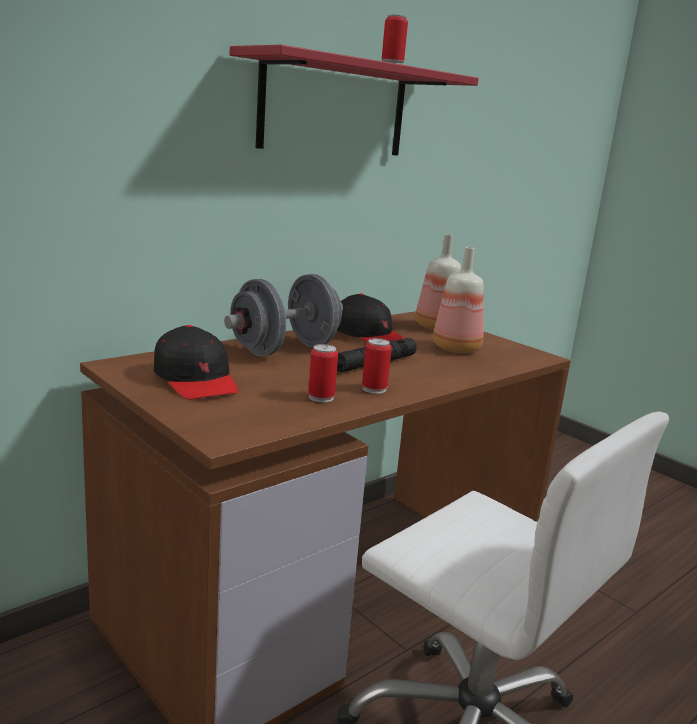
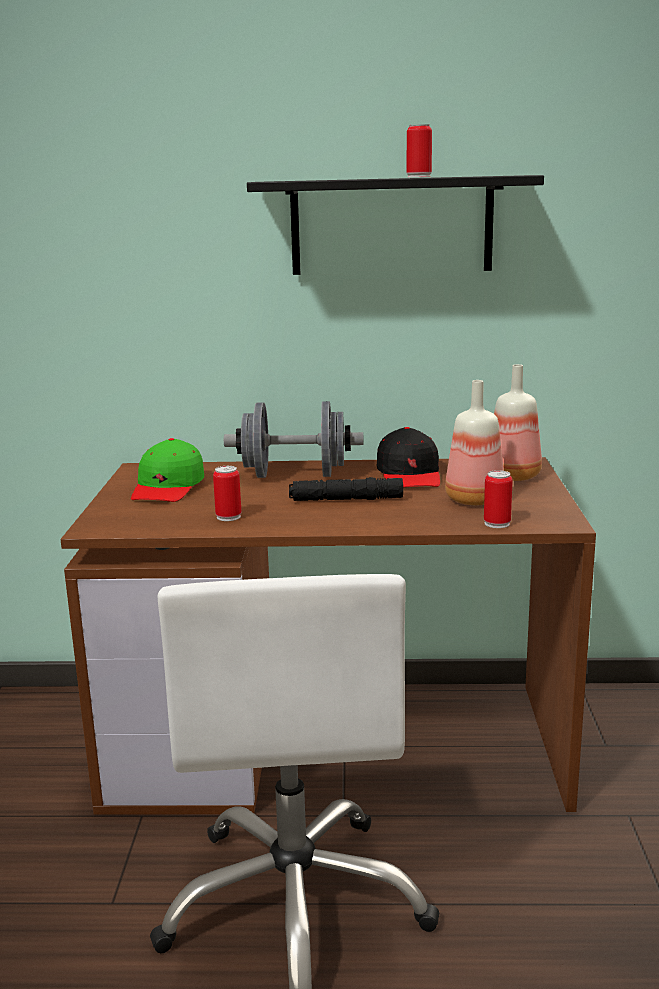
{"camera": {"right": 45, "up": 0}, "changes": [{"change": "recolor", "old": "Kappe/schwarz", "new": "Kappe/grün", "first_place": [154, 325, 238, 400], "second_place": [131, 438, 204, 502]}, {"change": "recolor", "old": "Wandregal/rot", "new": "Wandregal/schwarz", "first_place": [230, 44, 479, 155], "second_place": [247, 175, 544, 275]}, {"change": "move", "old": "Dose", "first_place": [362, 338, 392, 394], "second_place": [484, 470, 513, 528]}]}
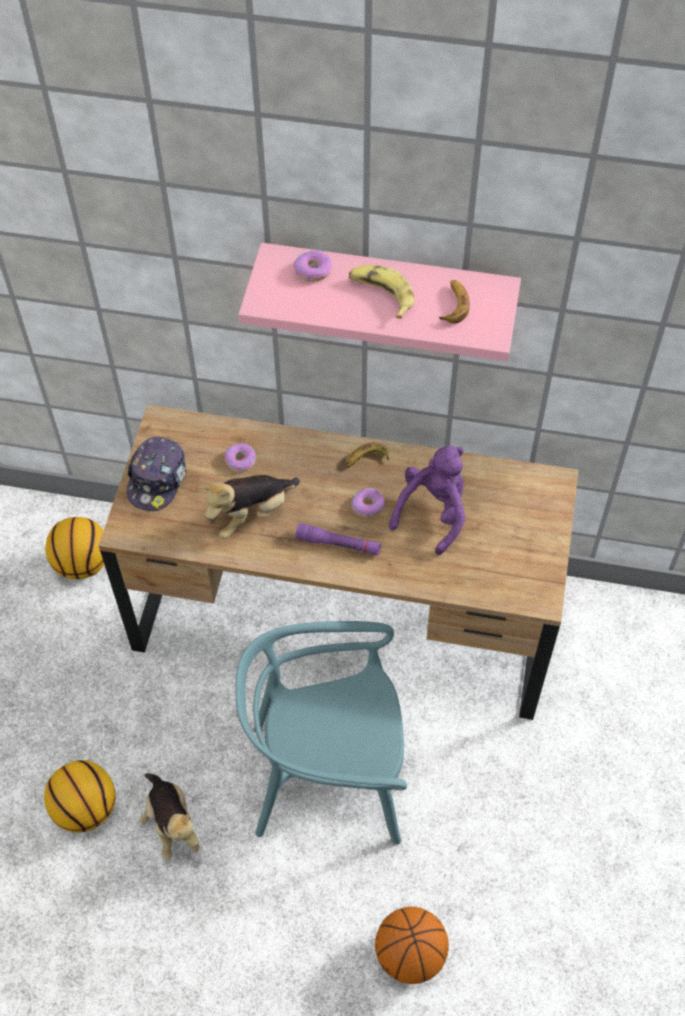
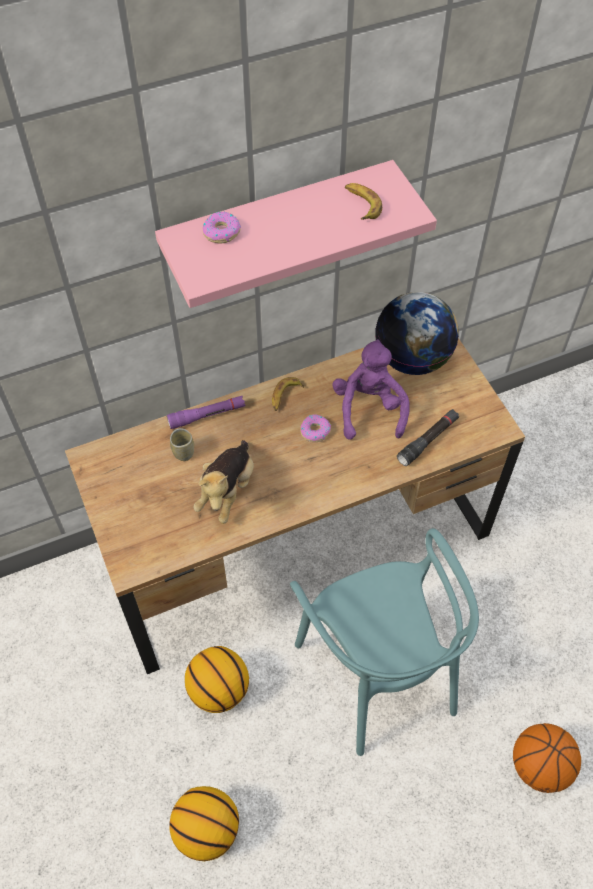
{"camera": {"right": -35, "up": 0}, "changes": [{"change": "move", "old": "Taschenlampe/lila", "first_place": [295, 523, 381, 555], "second_place": [167, 396, 245, 429]}, {"change": "replace", "old": "Donut", "new": "Tasse", "first_place": [224, 443, 256, 472], "second_place": [170, 428, 194, 461]}, {"change": "move", "old": "Basketball", "first_place": [45, 517, 104, 579], "second_place": [185, 646, 249, 713]}, {"change": "rotate", "old": "Stuhl/türkis", "first_place": [235, 621, 407, 844], "second_place": [290, 528, 479, 756], "degrees": -75}, {"change": "insert", "new": "Globus", "second_place": [375, 292, 459, 375]}, {"change": "insert", "new": "Taschenlampe/schwarz", "second_place": [397, 409, 459, 466]}, {"change": "delete", "old": "Kappe", "first_place": [127, 437, 187, 511]}, {"change": "delete", "old": "Plüschtier", "first_place": [140, 773, 200, 860]}, {"change": "delete", "old": "Banane", "first_place": [349, 265, 414, 319]}]}
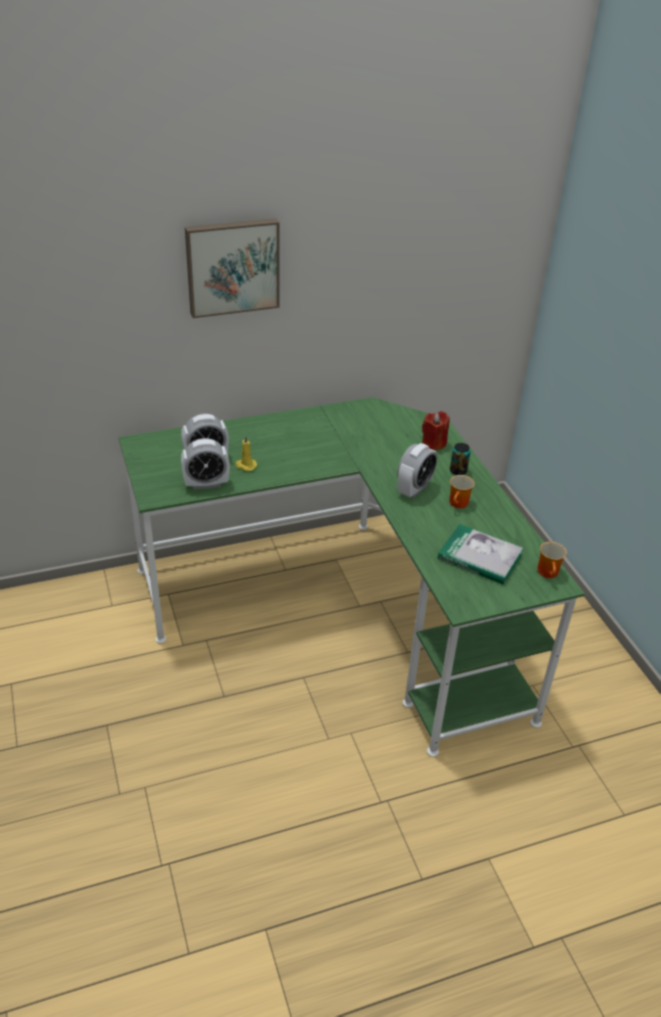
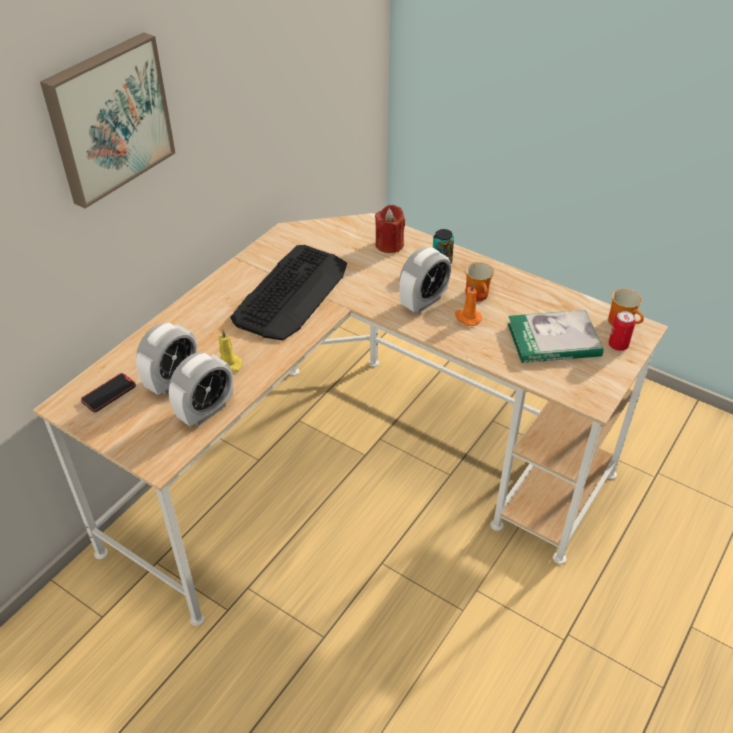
{"camera": {"right": -35, "up": 5}, "changes": [{"change": "recolor", "old": "Schreibtisch/grün", "new": "Schreibtisch/beige", "first_place": [118, 397, 585, 757], "second_place": [33, 213, 668, 626]}, {"change": "insert", "new": "Handy", "second_place": [81, 373, 136, 412]}, {"change": "insert", "new": "Tastatur", "second_place": [230, 245, 347, 340]}, {"change": "rotate", "old": "Wecker", "first_place": [397, 443, 437, 498], "second_place": [399, 247, 451, 313], "degrees": 45}, {"change": "insert", "new": "Kerze/orange", "second_place": [455, 282, 482, 326]}, {"change": "insert", "new": "Dose", "second_place": [608, 311, 636, 351]}]}
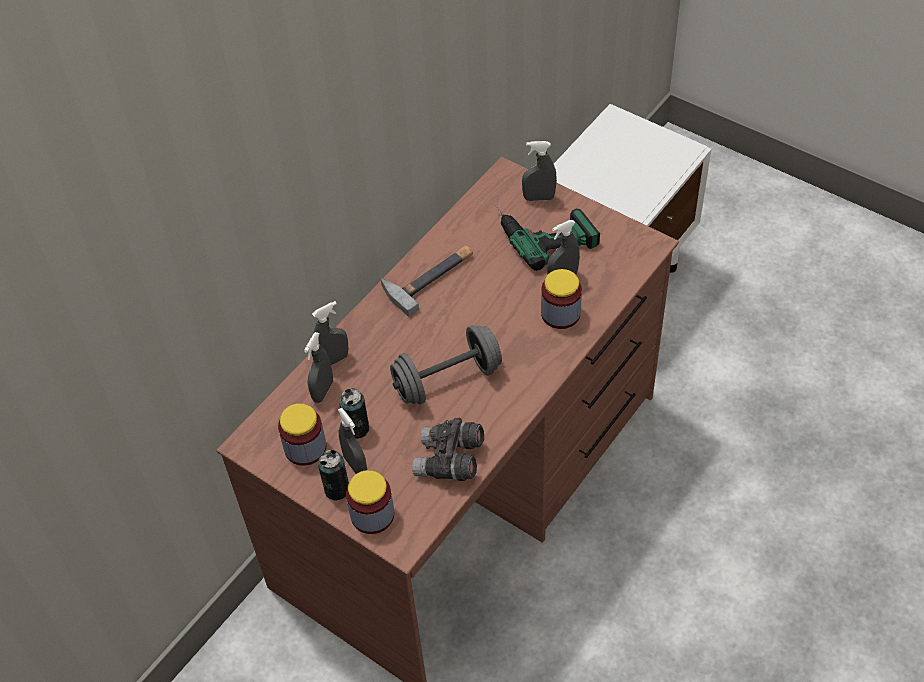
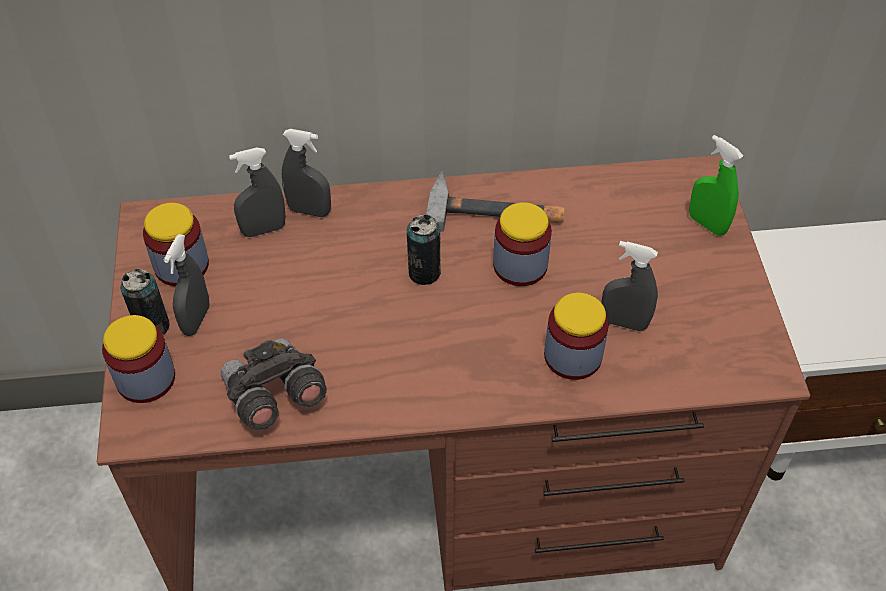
{"camera": {"right": 45, "up": 0}, "changes": [{"change": "move", "old": "Dose", "first_place": [339, 388, 369, 439], "second_place": [407, 215, 441, 285]}, {"change": "insert", "new": "Vorratsglas", "second_place": [493, 202, 552, 286]}, {"change": "recolor", "old": "Sprühflasche/grau", "new": "Sprühflasche/grün", "first_place": [522, 141, 557, 201], "second_place": [689, 135, 743, 236]}, {"change": "delete", "old": "Hantel/grau", "first_place": [390, 325, 502, 404]}, {"change": "delete", "old": "Bohrmaschine", "first_place": [495, 205, 600, 271]}]}
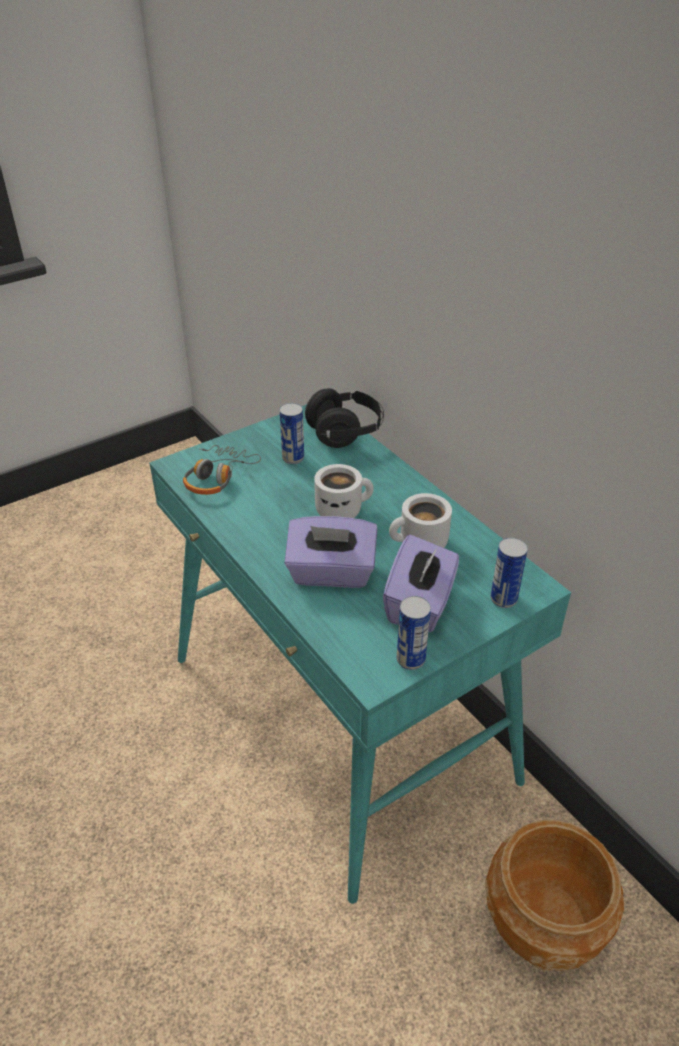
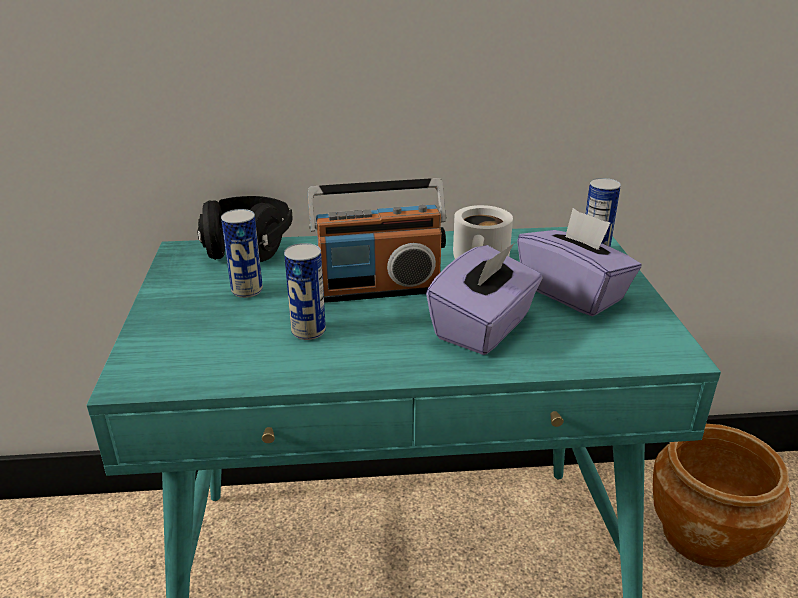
{"camera": {"right": -60, "up": -10}, "changes": [{"change": "move", "old": "Dose", "first_place": [396, 596, 431, 670], "second_place": [284, 243, 326, 340]}, {"change": "replace", "old": "Henkelbecher/weiß", "new": "Radio", "first_place": [314, 464, 374, 518], "second_place": [308, 178, 446, 303]}, {"change": "delete", "old": "Kopfhörer", "first_place": [183, 445, 261, 495]}]}
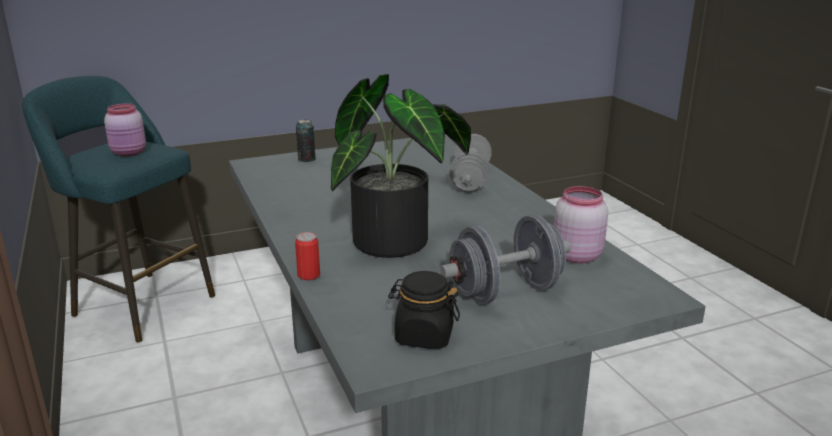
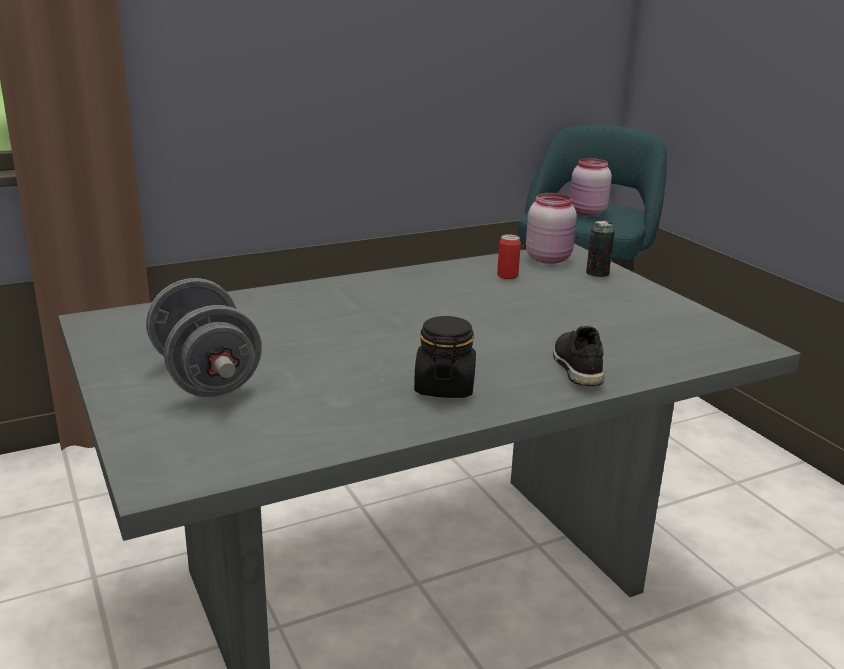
{"camera": {"right": 85, "up": 0}, "changes": [{"change": "move", "old": "Vorratsglas/schwarz", "first_place": [388, 271, 460, 349], "second_place": [414, 316, 476, 398]}, {"change": "move", "old": "Dose", "first_place": [295, 232, 320, 280], "second_place": [497, 234, 521, 279]}, {"change": "move", "old": "Vorratsglas/rosa", "first_place": [553, 186, 608, 263], "second_place": [526, 193, 577, 264]}, {"change": "replace", "old": "Hantel/grau", "new": "Schuh/schwarz", "first_place": [449, 134, 492, 191], "second_place": [553, 326, 605, 386]}, {"change": "delete", "old": "Topfpflanze", "first_place": [331, 74, 471, 258]}]}
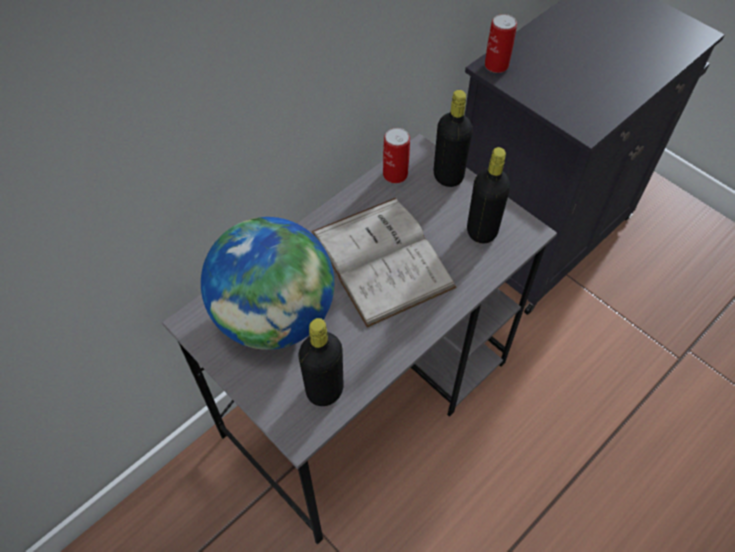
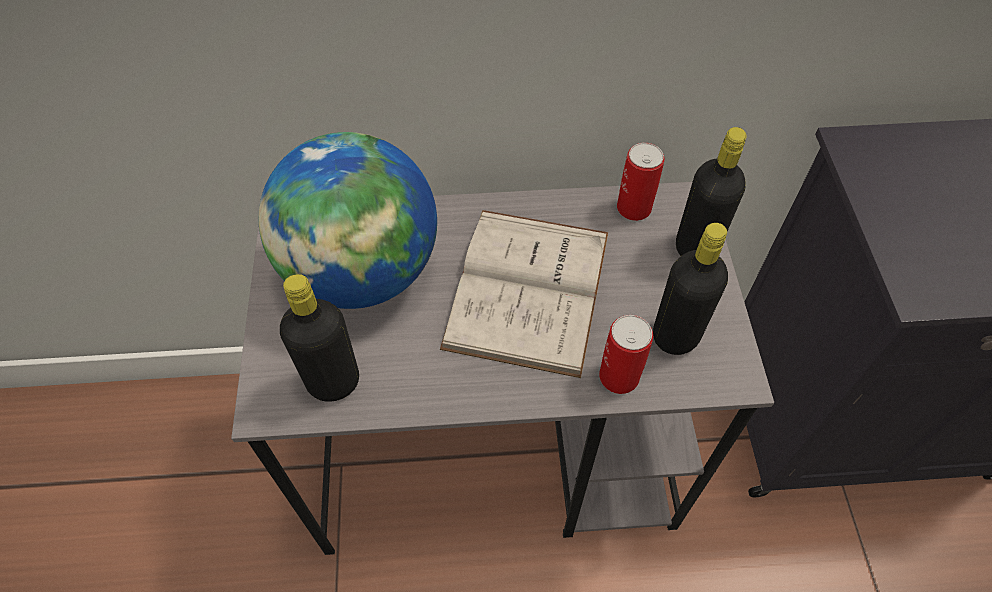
{"camera": {"right": 40, "up": 0}, "changes": [{"change": "move", "old": "Dose", "first_place": [485, 14, 517, 73], "second_place": [599, 315, 653, 394]}]}
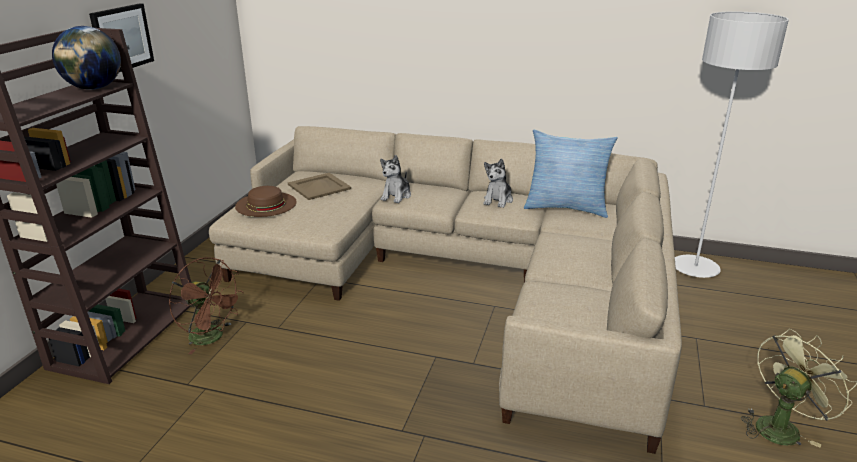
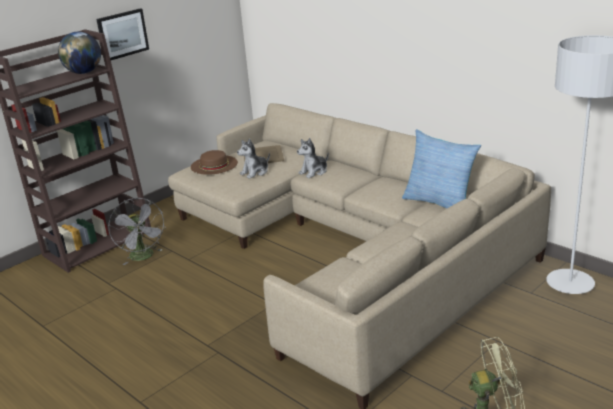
{"camera": {"right": 30, "up": 0}, "changes": [{"change": "recolor", "old": "Ventilator/braun", "new": "Ventilator/grau", "first_place": [169, 257, 244, 355], "second_place": [108, 198, 166, 265]}, {"change": "move", "old": "Plüschtier", "first_place": [483, 159, 513, 208], "second_place": [237, 139, 270, 179]}]}
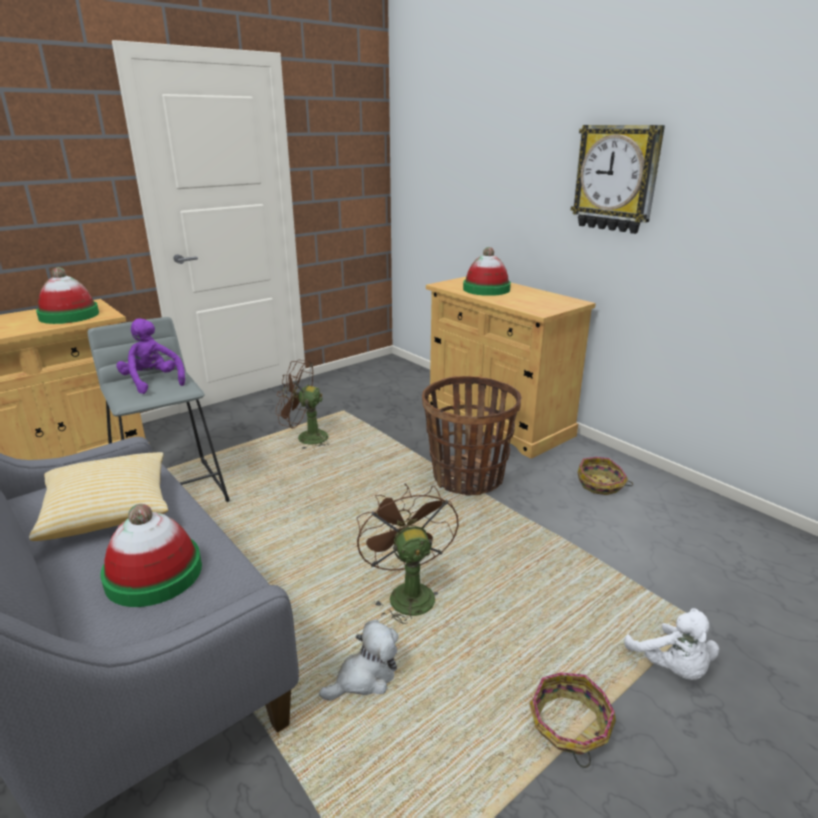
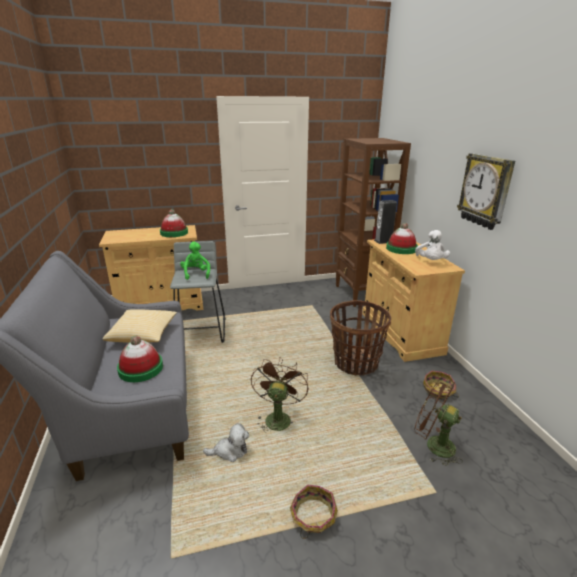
{"camera": {"right": 25, "up": 0}, "changes": [{"change": "recolor", "old": "Plüschtier/lila", "new": "Plüschtier/grün", "first_place": [116, 318, 185, 394], "second_place": [180, 242, 210, 280]}, {"change": "insert", "new": "Bücherregal/braun", "second_place": [336, 138, 411, 307]}, {"change": "insert", "new": "Lautsprecher", "second_place": [374, 200, 397, 244]}, {"change": "move", "old": "Ventilator/braun", "first_place": [276, 360, 330, 450], "second_place": [414, 377, 463, 466]}, {"change": "move", "old": "Plüschtier/weiß", "first_place": [624, 608, 719, 680], "second_place": [415, 230, 450, 260]}]}
